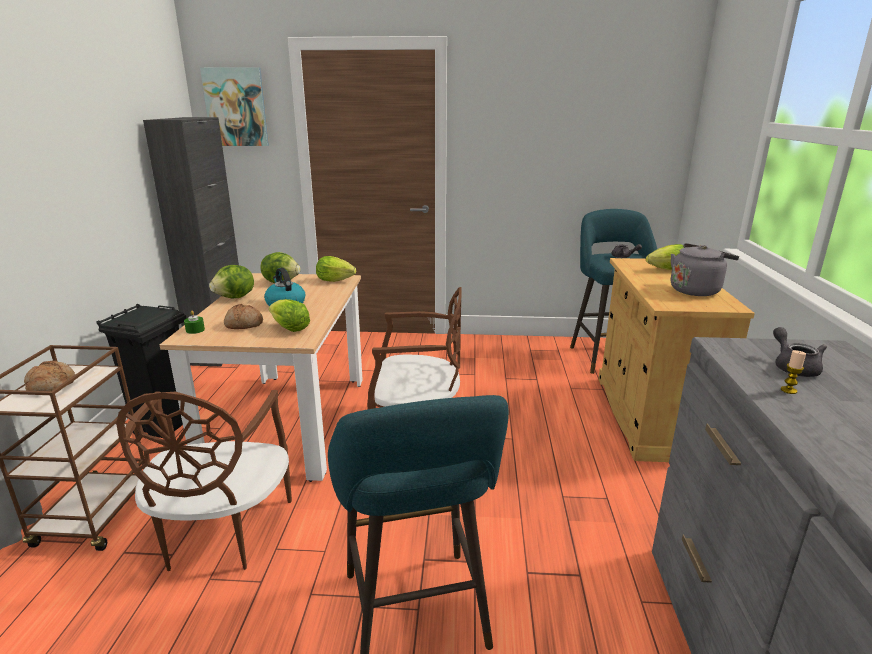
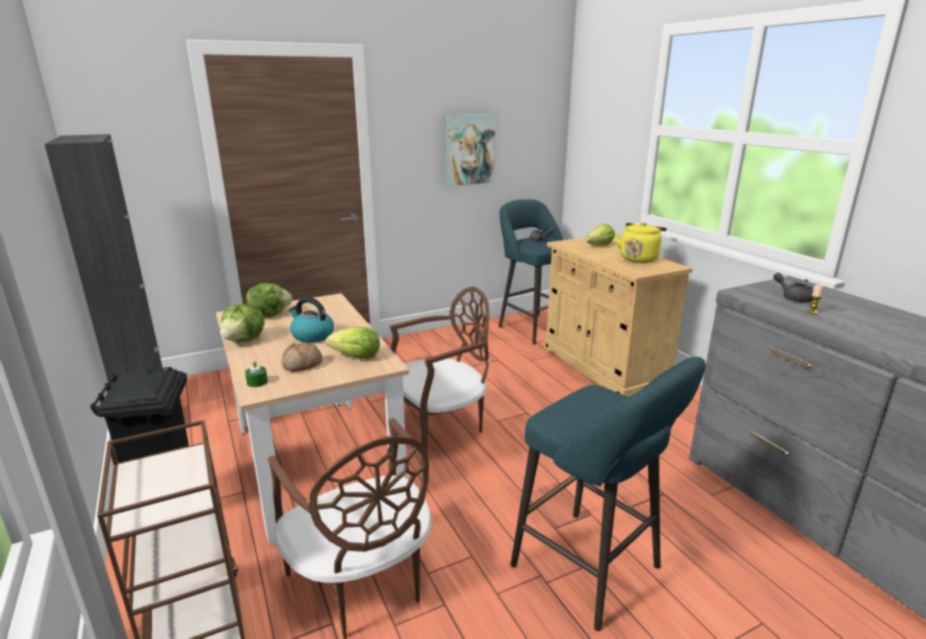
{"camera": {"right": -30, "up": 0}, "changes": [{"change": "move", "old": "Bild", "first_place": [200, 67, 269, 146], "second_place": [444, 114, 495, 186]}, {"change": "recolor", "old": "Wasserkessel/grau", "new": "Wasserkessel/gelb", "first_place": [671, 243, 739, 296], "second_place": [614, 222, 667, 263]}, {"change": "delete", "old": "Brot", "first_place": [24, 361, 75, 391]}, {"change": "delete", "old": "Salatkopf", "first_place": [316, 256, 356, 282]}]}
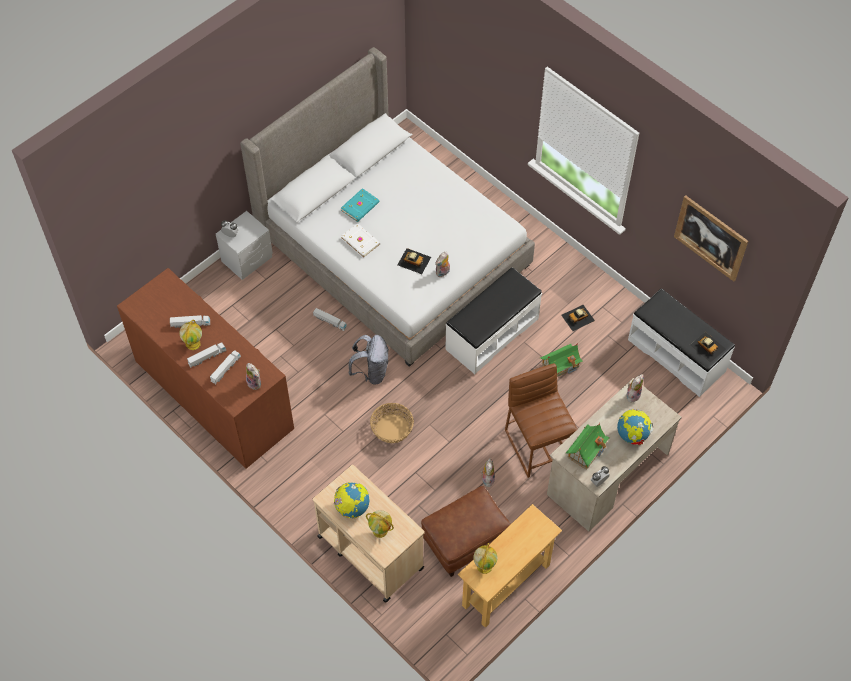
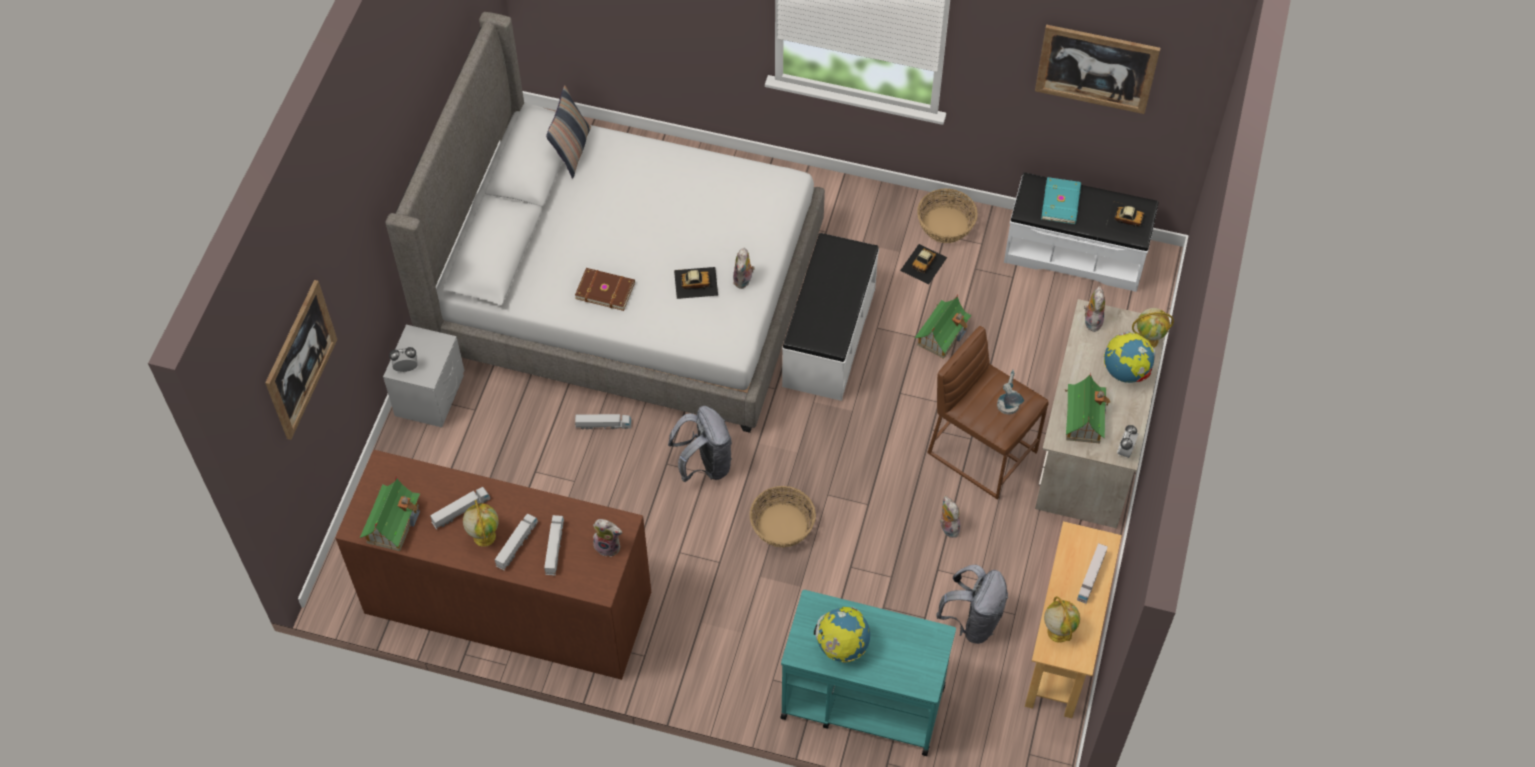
{"camera": {"right": -30, "up": 0}, "changes": [{"change": "insert", "new": "Bild", "second_place": [265, 280, 337, 440]}, {"change": "insert", "new": "Spielzeughaus", "second_place": [360, 476, 420, 552]}, {"change": "insert", "new": "Kissen", "second_place": [546, 85, 591, 178]}, {"change": "recolor", "old": "Buch/weiß", "new": "Buch/braun", "first_place": [341, 223, 380, 258], "second_place": [575, 268, 635, 311]}, {"change": "recolor", "old": "Rollwagen/beige", "new": "Rollwagen/türkis", "first_place": [313, 465, 425, 603], "second_place": [781, 590, 956, 756]}, {"change": "insert", "new": "Korb", "second_place": [917, 188, 978, 243]}, {"change": "replace", "old": "Polsterhocker/braun", "new": "Rucksack/grau", "first_place": [421, 486, 511, 577], "second_place": [936, 565, 1008, 644]}, {"change": "insert", "new": "Tischlampe", "second_place": [997, 370, 1024, 415]}, {"change": "move", "old": "Buch/türkis", "first_place": [341, 188, 380, 222], "second_place": [1041, 177, 1081, 224]}, {"change": "insert", "new": "Spielzeuglaster", "second_place": [1077, 543, 1108, 604]}, {"change": "move", "old": "Globus", "first_place": [366, 510, 394, 538], "second_place": [1132, 308, 1174, 348]}]}
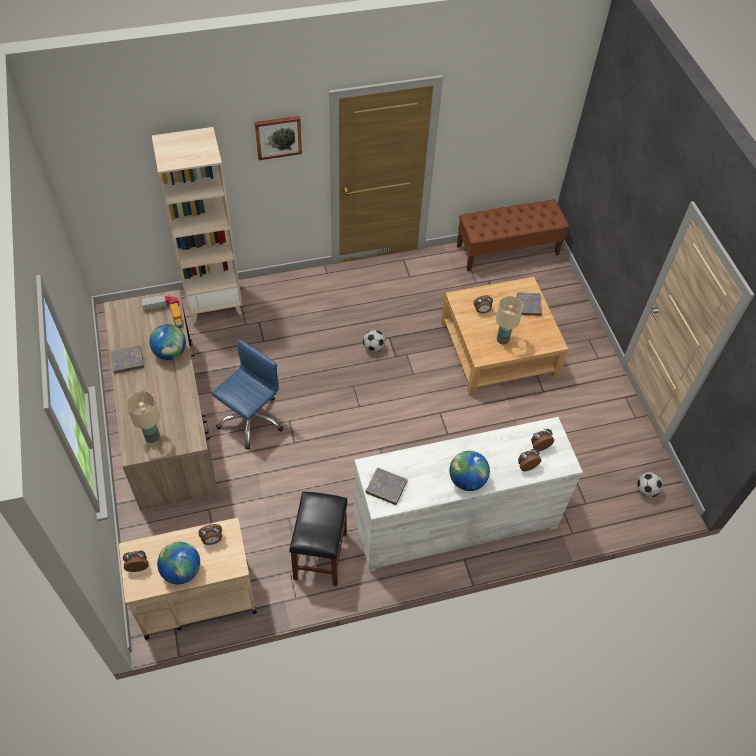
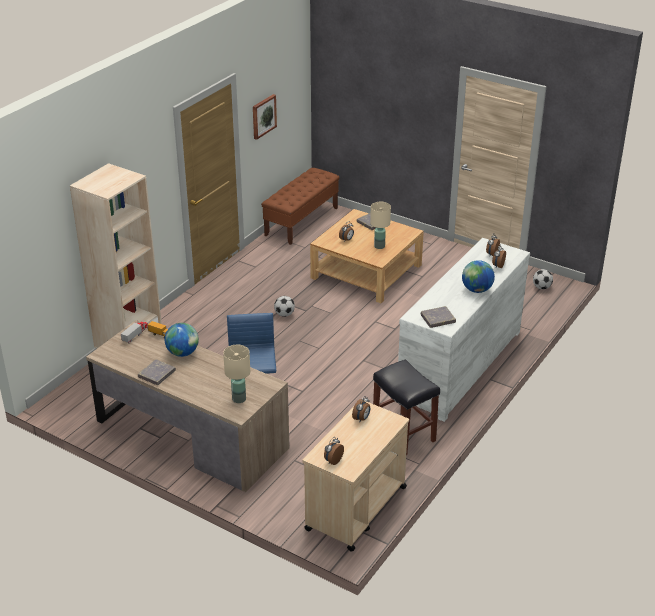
{"camera": {"right": -40, "up": -20}, "changes": [{"change": "move", "old": "Bild", "first_place": [255, 116, 302, 160], "second_place": [253, 94, 277, 140]}, {"change": "delete", "old": "Globus", "first_place": [157, 542, 200, 584]}]}
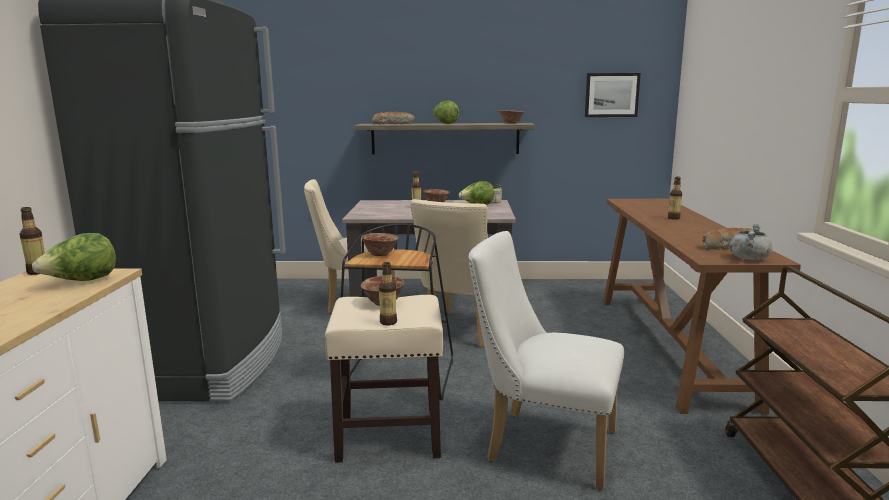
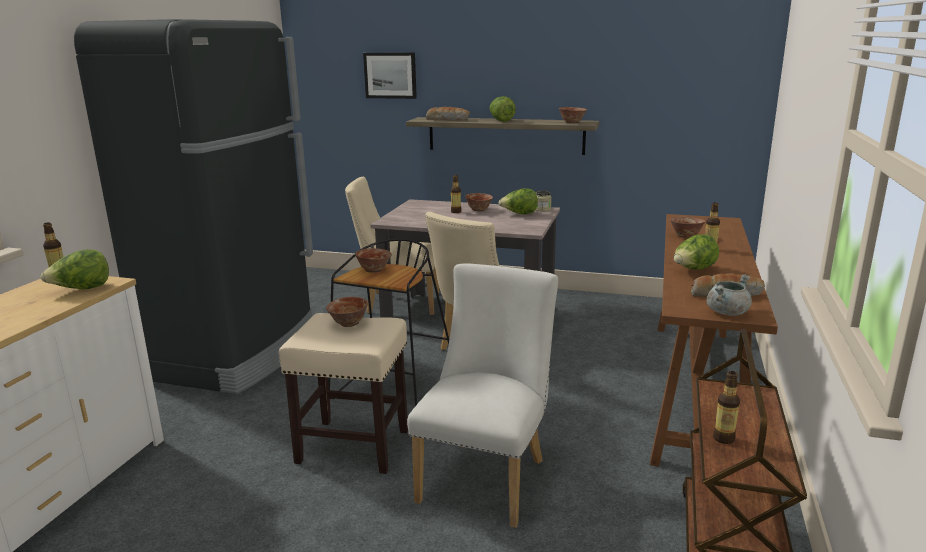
{"camera": {"right": 15, "up": 5}, "changes": [{"change": "move", "old": "Bild", "first_place": [585, 73, 641, 117], "second_place": [363, 52, 417, 99]}, {"change": "rotate", "old": "Stuhl/weiß", "first_place": [468, 231, 624, 490], "second_place": [407, 263, 558, 528], "degrees": 75}, {"change": "insert", "new": "Schüssel", "second_place": [670, 217, 705, 238]}, {"change": "insert", "new": "Salatkopf", "second_place": [674, 234, 719, 270]}, {"change": "move", "old": "Flasche", "first_place": [379, 262, 397, 325], "second_place": [713, 371, 740, 444]}]}
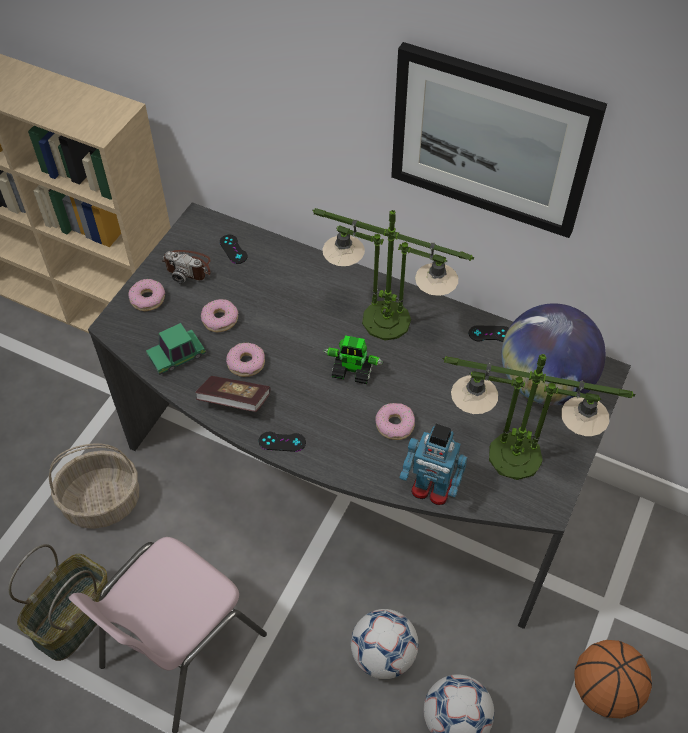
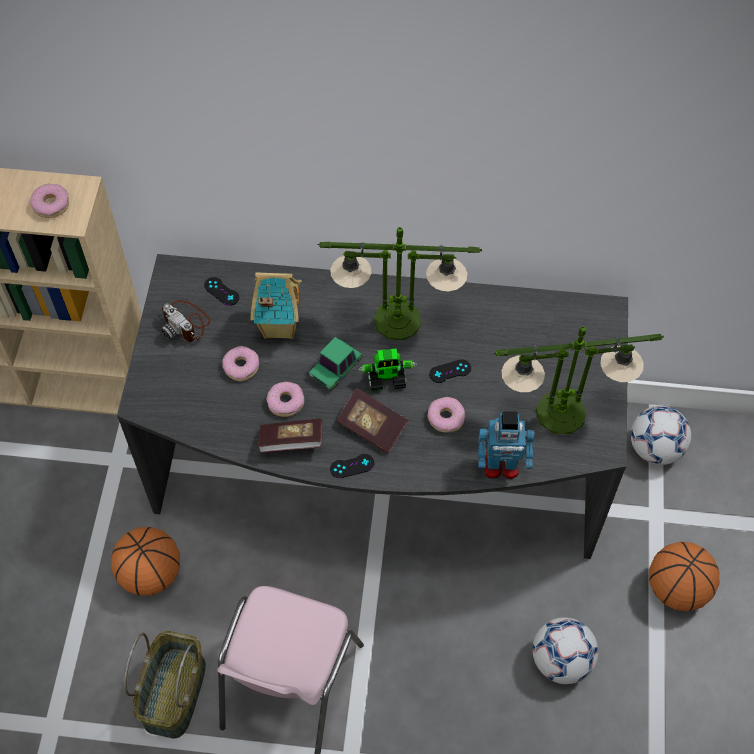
{"camera": {"right": -20, "up": 5}, "changes": [{"change": "move", "old": "Donut", "first_place": [128, 279, 165, 311], "second_place": [30, 184, 69, 218]}, {"change": "replace", "old": "Korb", "new": "Basketball", "first_place": [49, 444, 139, 529], "second_place": [111, 527, 180, 596]}, {"change": "rotate", "old": "Kamera", "first_place": [162, 250, 211, 283], "second_place": [161, 300, 210, 342], "degrees": 45}, {"change": "insert", "new": "Spielzeughaus", "second_place": [251, 272, 302, 340]}, {"change": "move", "old": "Spielzeugauto", "first_place": [146, 323, 207, 375], "second_place": [309, 337, 363, 391]}, {"change": "insert", "new": "Buch", "second_place": [336, 388, 408, 454]}, {"change": "move", "old": "Gamepad/schwarz", "first_place": [469, 326, 509, 342], "second_place": [429, 359, 471, 383]}, {"change": "move", "old": "Fußball", "first_place": [351, 609, 418, 679], "second_place": [630, 406, 691, 465]}, {"change": "delete", "old": "Bild", "first_place": [391, 42, 607, 238]}, {"change": "delete", "old": "Globus", "first_place": [501, 303, 606, 405]}]}
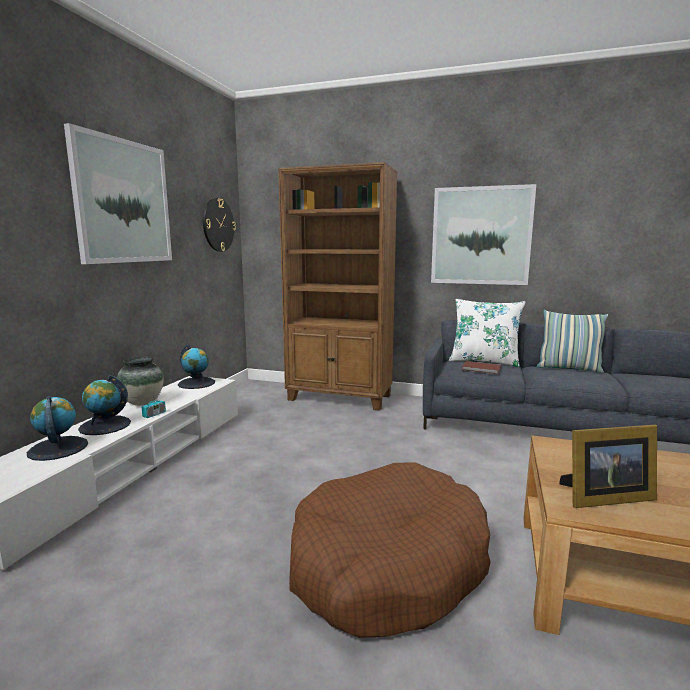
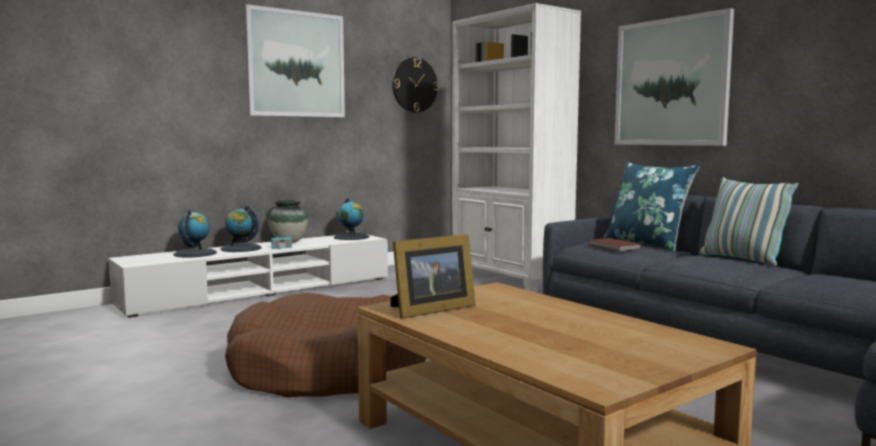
{"camera": {"right": 35, "up": -5}, "changes": [{"change": "rotate", "old": "Bilderrahmen", "first_place": [559, 425, 657, 508], "second_place": [391, 234, 475, 319], "degrees": -60}, {"change": "recolor", "old": "Bücherregal/braun", "new": "Bücherregal/weiß", "first_place": [278, 162, 397, 411], "second_place": [452, 3, 581, 292]}, {"change": "recolor", "old": "Kissen/weiß", "new": "Kissen/blau", "first_place": [449, 299, 525, 367], "second_place": [603, 162, 700, 252]}]}
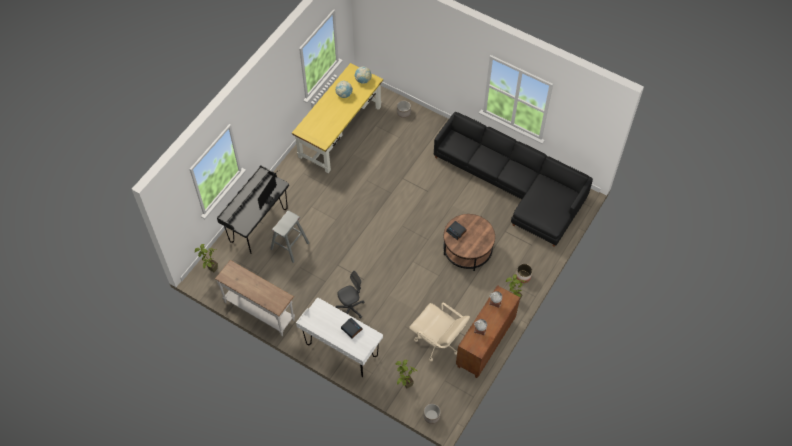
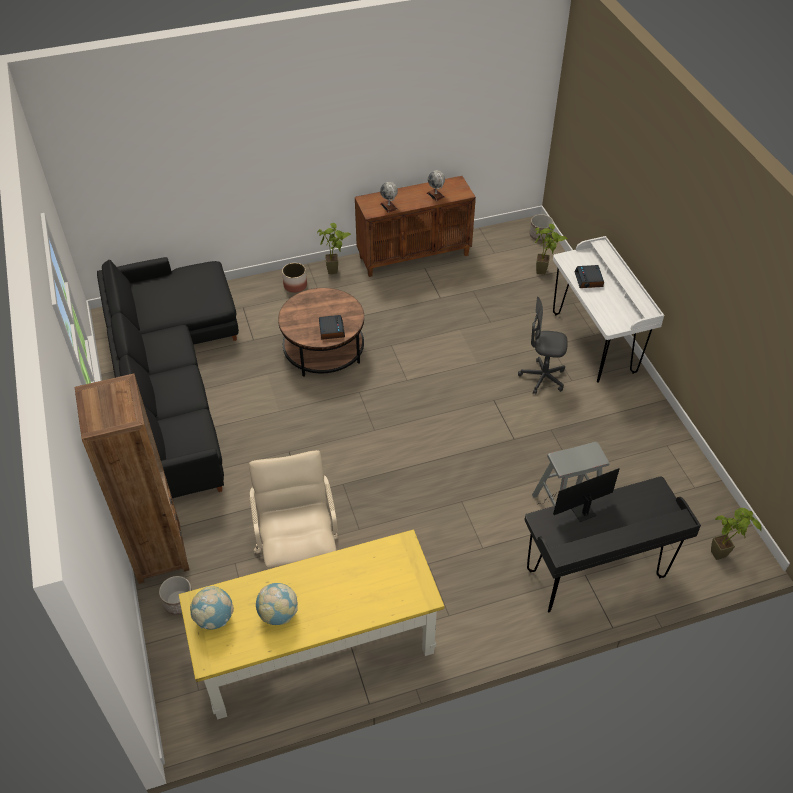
{"camera": {"right": -140, "up": -10}, "changes": [{"change": "insert", "new": "Bücherregal/braun", "second_place": [74, 374, 189, 584]}, {"change": "move", "old": "Bürostuhl/beige", "first_place": [409, 302, 470, 361], "second_place": [249, 450, 338, 568]}, {"change": "delete", "old": "Konsolentisch/weiß", "first_place": [215, 260, 295, 336]}]}
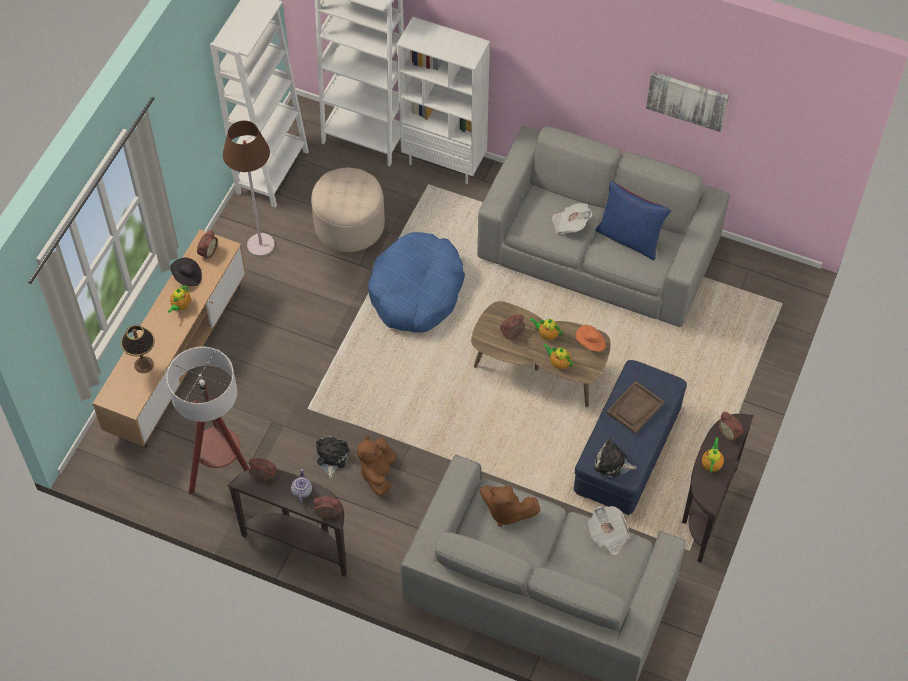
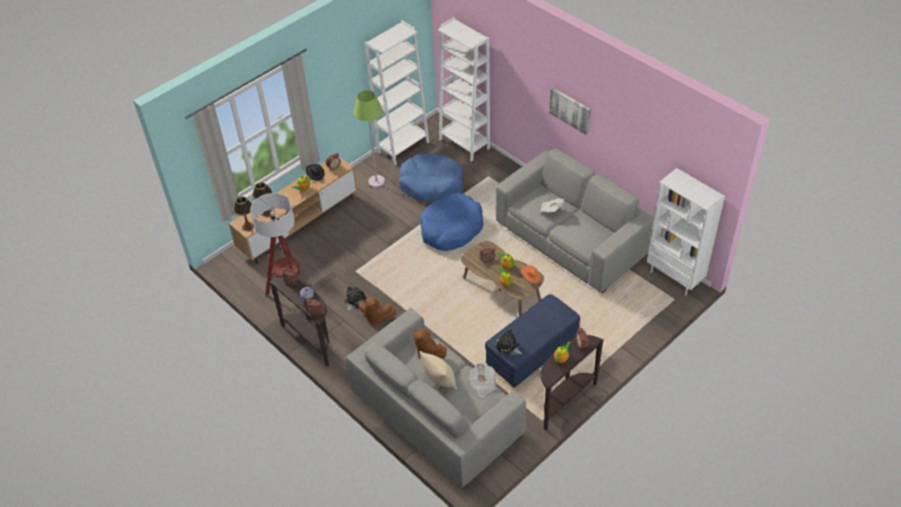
{"camera": {"right": 25, "up": -10}, "changes": [{"change": "insert", "new": "Tischlampe", "second_place": [233, 197, 254, 231]}, {"change": "recolor", "old": "Stehlampe/braun", "new": "Stehlampe/grün", "first_place": [223, 121, 275, 257], "second_place": [354, 90, 385, 188]}, {"change": "rotate", "old": "Plüschtier/braun", "first_place": [357, 435, 397, 496], "second_place": [359, 297, 396, 326], "degrees": -105}, {"change": "replace", "old": "Polsterhocker/beige", "new": "Hundebett/blau", "first_place": [311, 168, 385, 252], "second_place": [398, 153, 463, 201]}, {"change": "insert", "new": "Kissen/beige", "second_place": [420, 351, 457, 390]}, {"change": "move", "old": "Bild", "first_place": [646, 72, 729, 132], "second_place": [549, 87, 591, 135]}, {"change": "move", "old": "Bücherregal/weiß", "first_place": [397, 17, 490, 184], "second_place": [647, 168, 725, 295]}, {"change": "delete", "old": "Kissen/blau", "first_place": [595, 181, 671, 260]}, {"change": "delete", "old": "Tablett/braun", "first_place": [607, 381, 664, 434]}]}
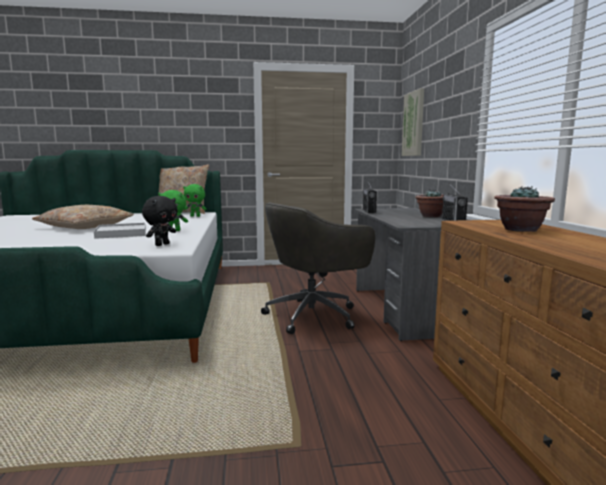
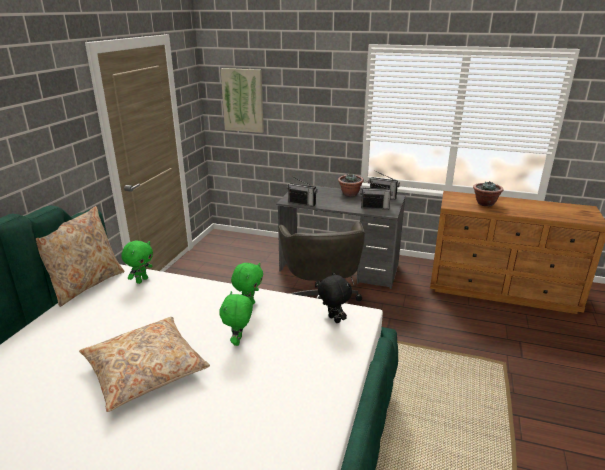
{"camera": {"right": -65, "up": 15}, "changes": [{"change": "replace", "old": "Tablett/weiß", "new": "Plüschtier/grün", "first_place": [94, 223, 146, 239], "second_place": [219, 291, 253, 346]}, {"change": "insert", "new": "Radio", "second_place": [360, 181, 393, 209]}]}
